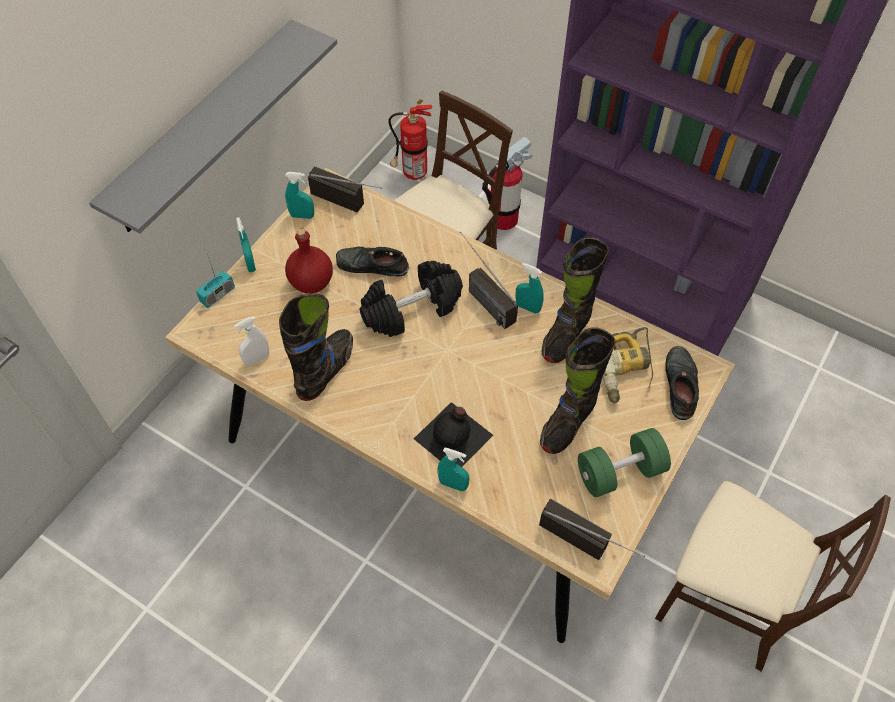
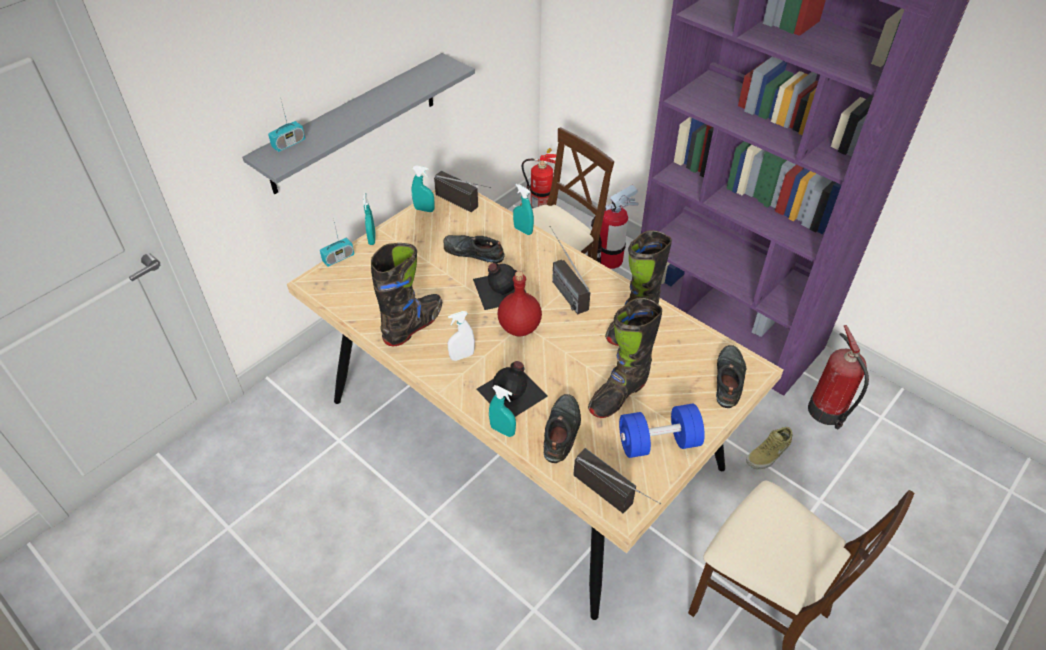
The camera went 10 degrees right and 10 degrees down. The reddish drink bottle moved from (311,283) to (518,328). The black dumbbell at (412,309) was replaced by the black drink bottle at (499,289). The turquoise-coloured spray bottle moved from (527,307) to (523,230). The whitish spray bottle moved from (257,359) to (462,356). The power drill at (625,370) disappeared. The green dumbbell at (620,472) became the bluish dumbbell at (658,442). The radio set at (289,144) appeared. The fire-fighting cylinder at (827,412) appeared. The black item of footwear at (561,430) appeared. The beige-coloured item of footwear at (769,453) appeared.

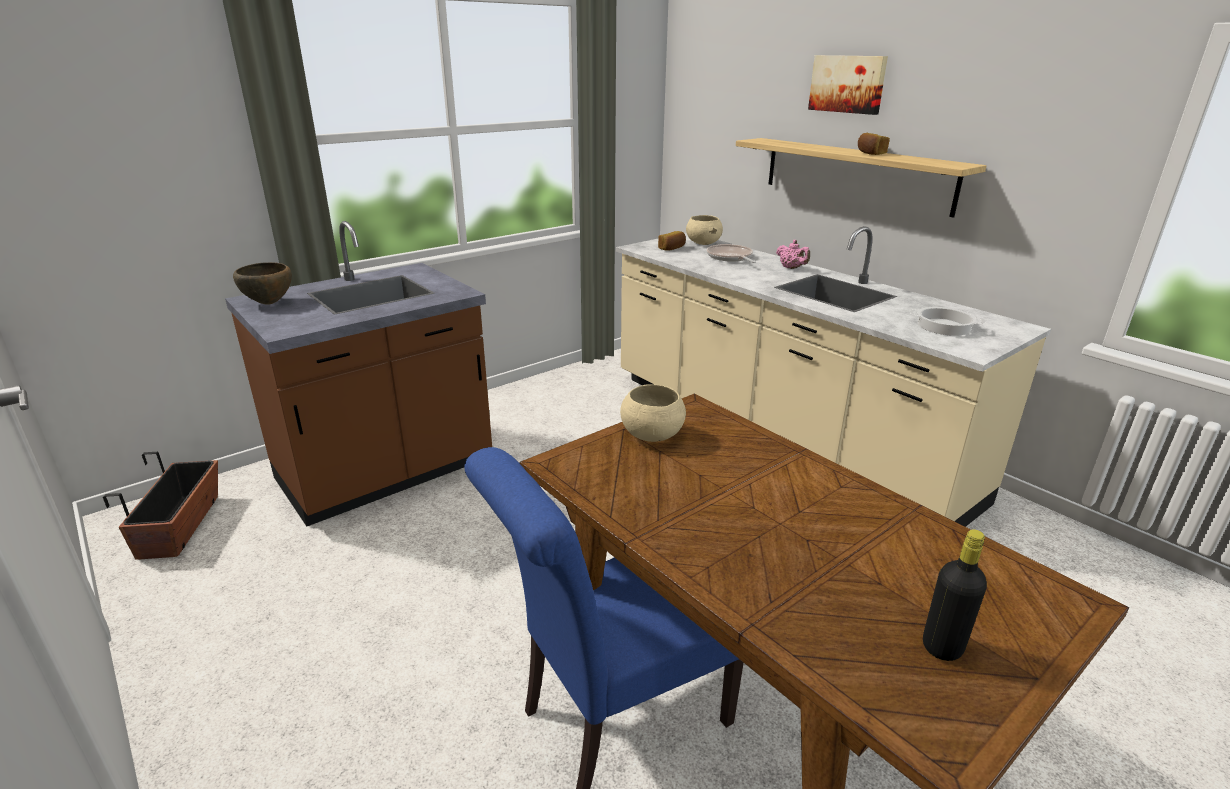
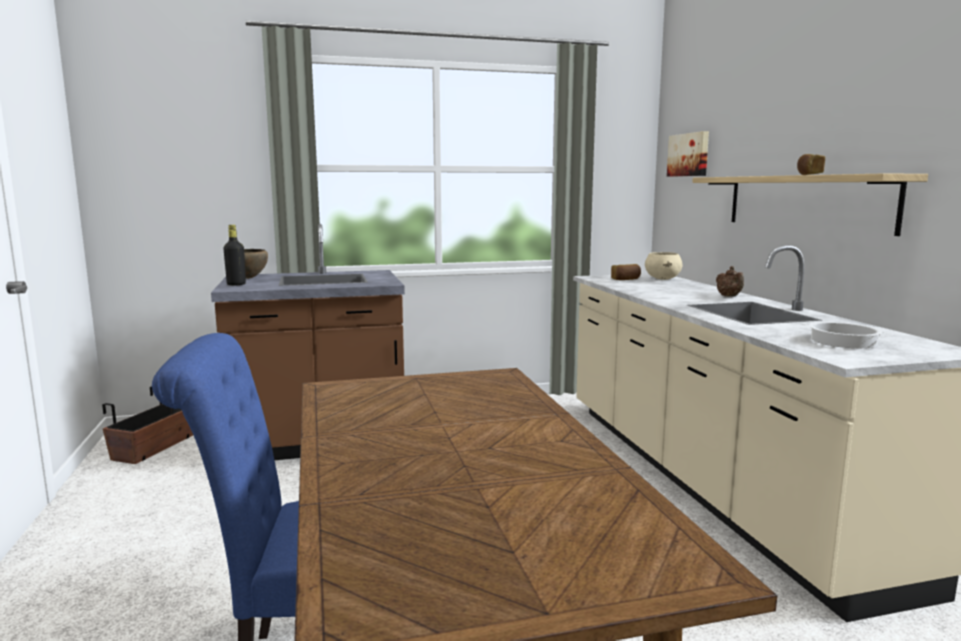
The camera went 25 degrees right and 15 degrees down. The wall art moved from (848,84) to (689,155). The pink-coloured tea pot at (791,268) became the brown tea pot at (729,296). The skillet at (730,258) disappeared. The beige-coloured serving bowl at (651,435) disappeared. The black drink bottle moved from (942,647) to (236,284).

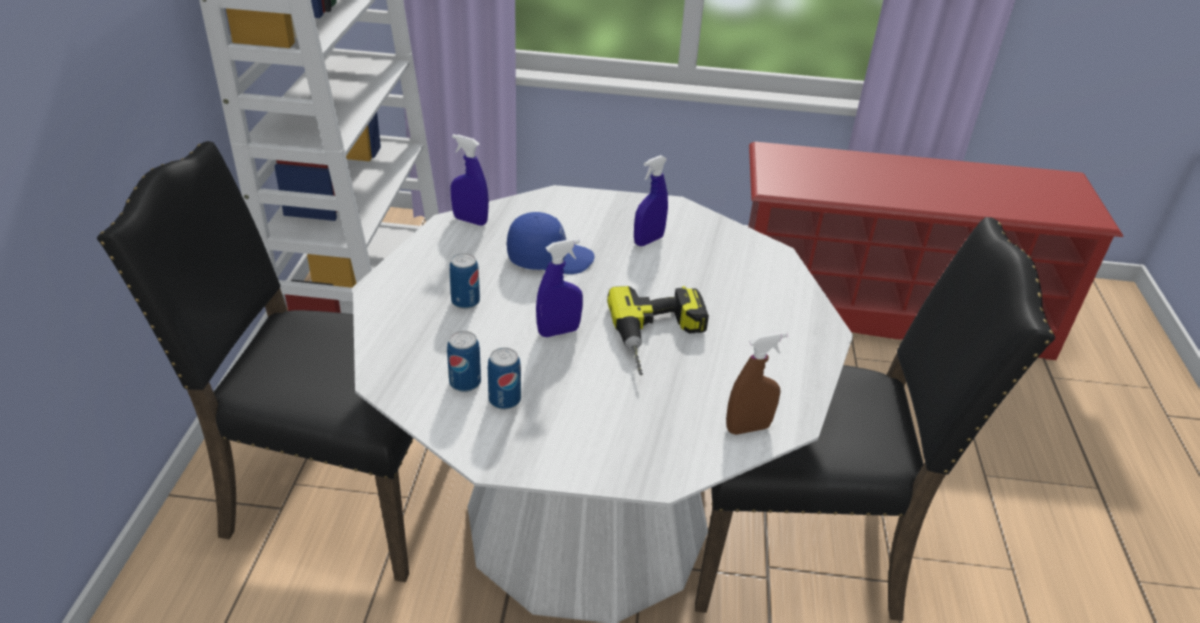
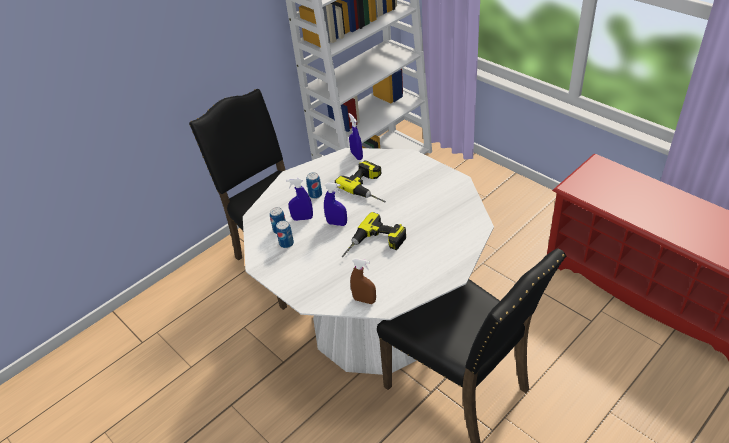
The camera went 45 degrees right and 5 degrees up. The bluish spray bottle moved from (648,240) to (302,218). The bluish cap at (550,258) was replaced by the power drill at (370,187).

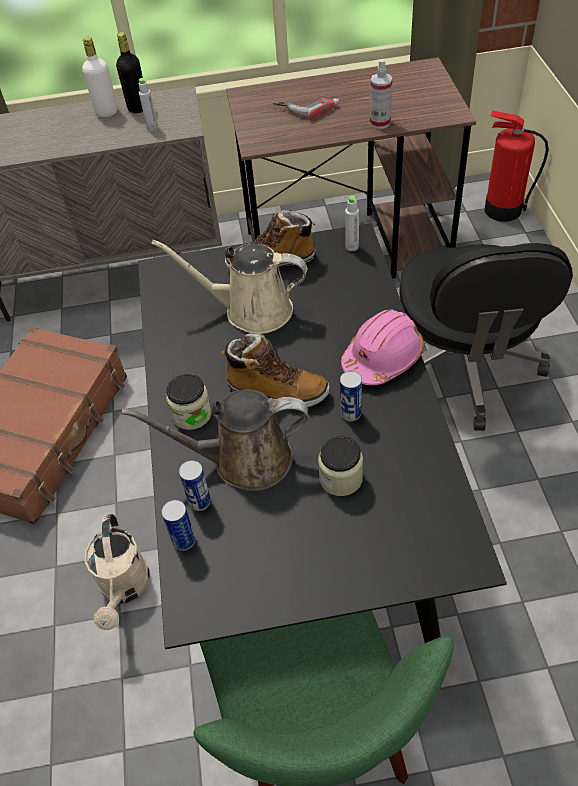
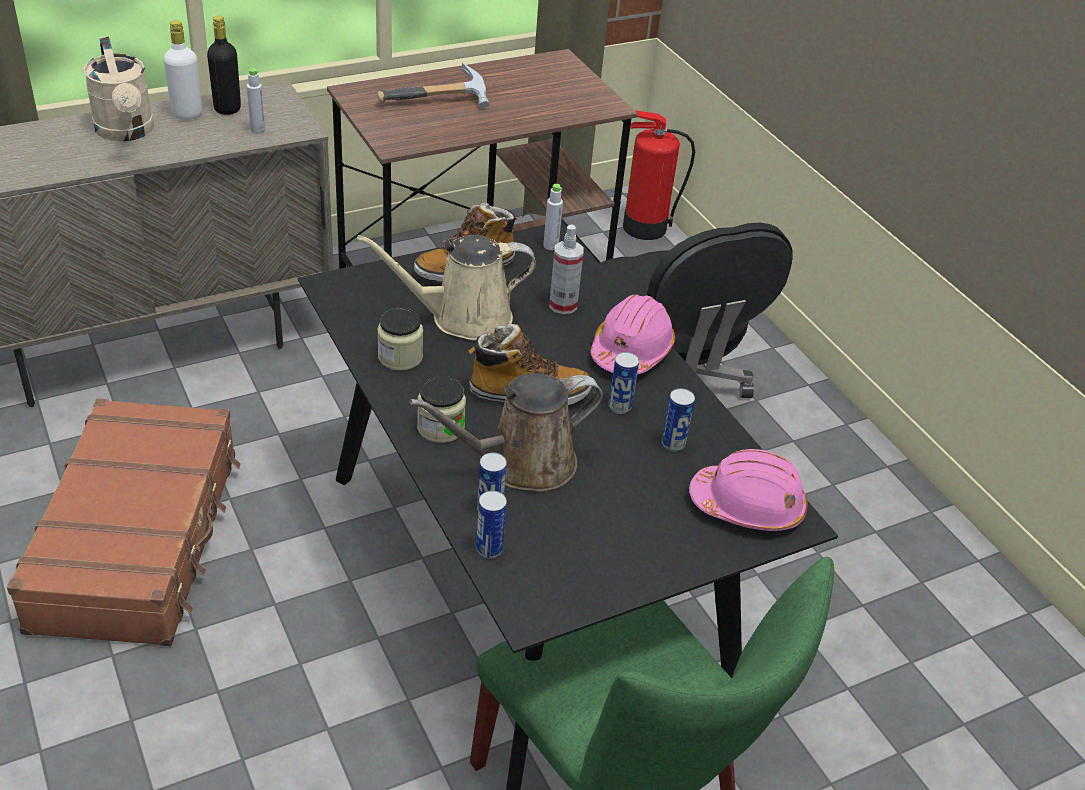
The camera went 25 degrees left and 10 degrees down. The spray bottle moved from (380,123) to (563,305). The power drill at (307,106) was replaced by the tool hammer at (437,103). The jar moved from (341,478) to (400,357). The beige-coloured sprinkling can moved from (124,589) to (126,132). The metal can at (673,444) appeared. The pink-coloured hard hat at (748,506) appeared.

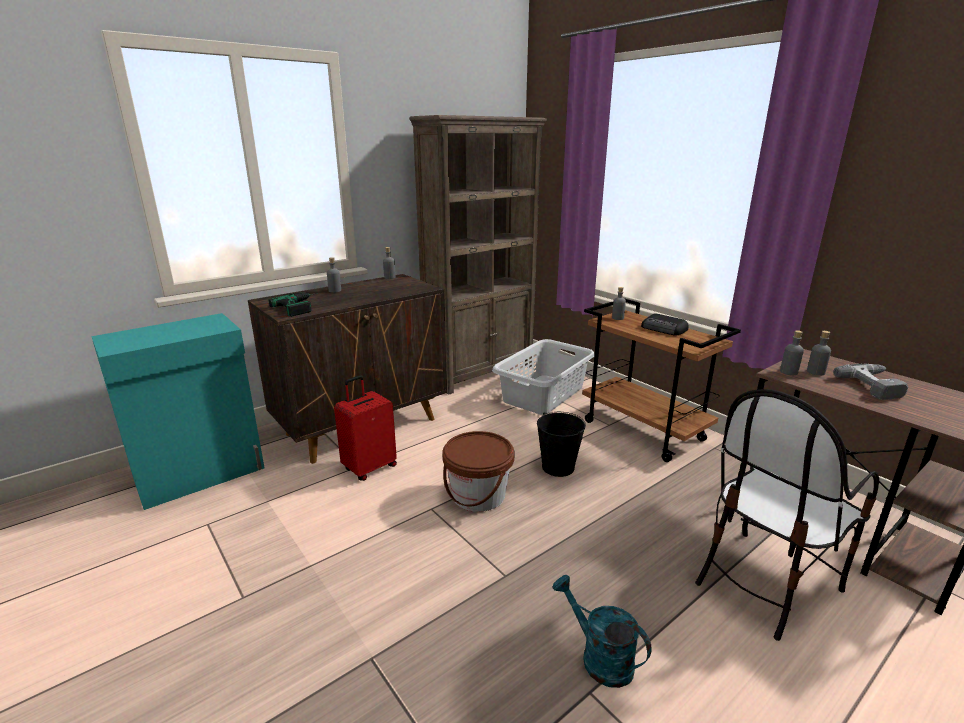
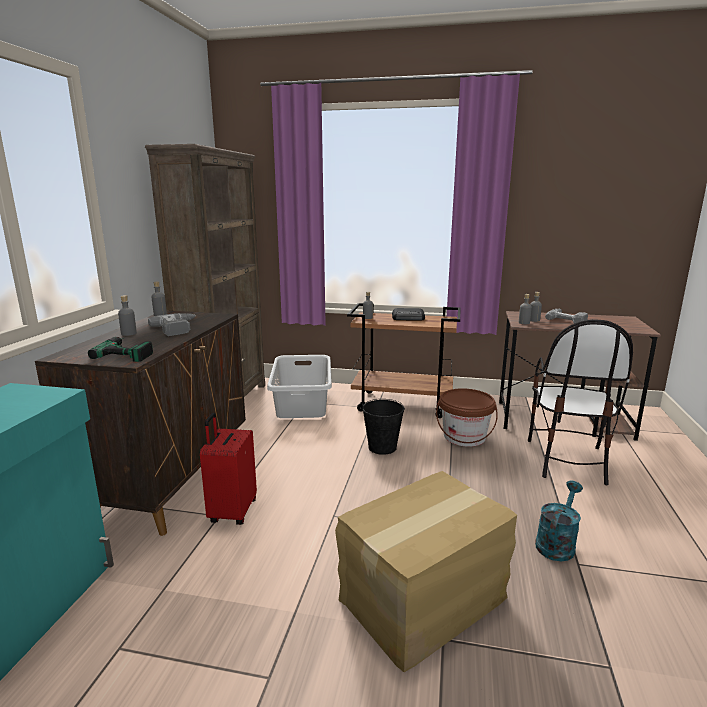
The camera went 40 degrees left and 5 degrees down. The brown bucket moved from (478,495) to (464,437). The turquoise-coloured sprinkling can at (599,657) turned 120 degrees clockwise. The power drill at (179,328) appeared. The cardboard box at (424,600) appeared.

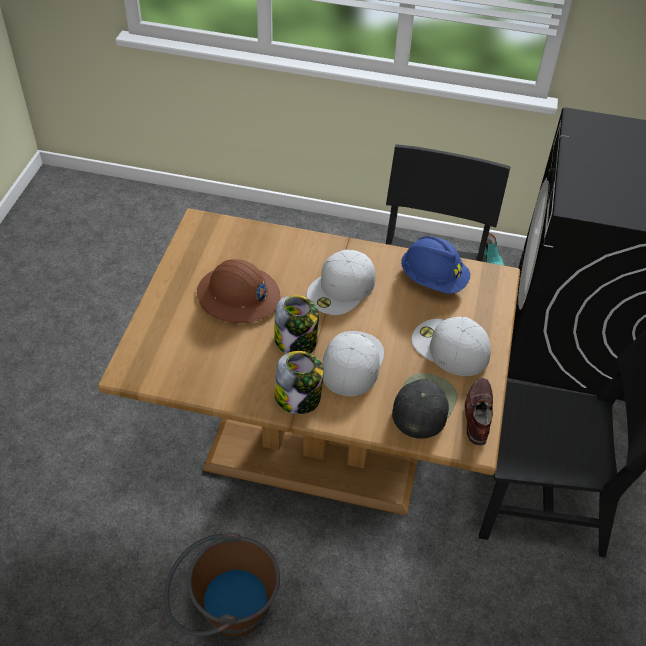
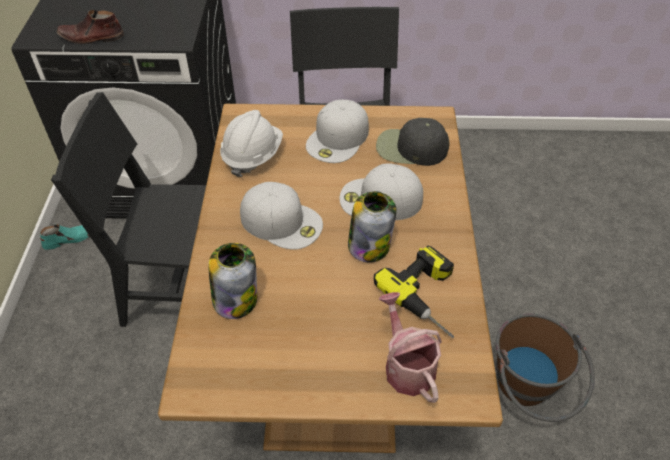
The camera went 100 degrees left and 0 degrees up. The bluish hard hat at (433,279) became the whitish hard hat at (252,155). The brown hard hat at (238,296) disappeared. The jar moved from (298,398) to (235,298). The brown item of footwear moved from (478,414) to (91,37). The power drill at (431,296) appeared. The sprinkling can at (406,365) appeared.

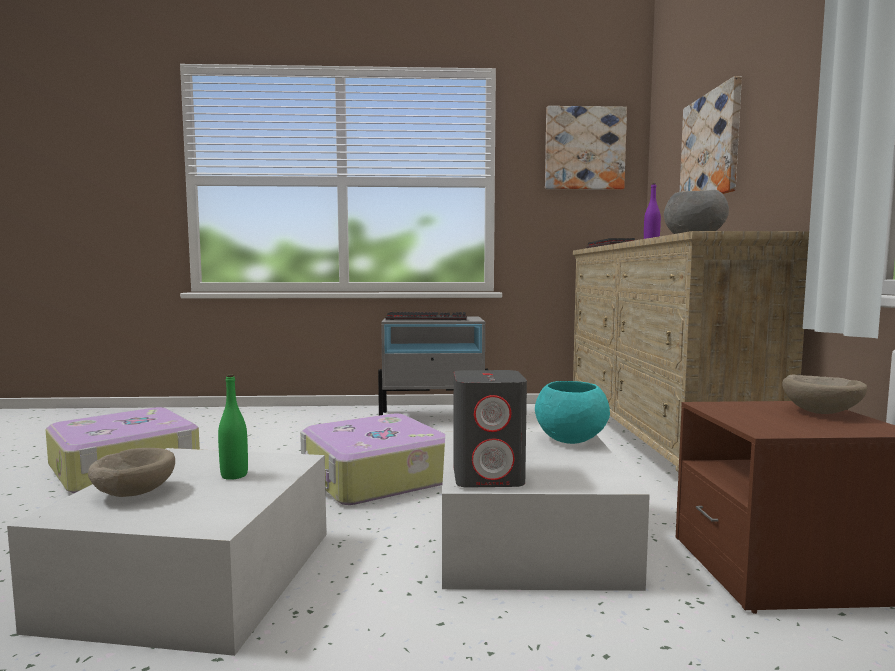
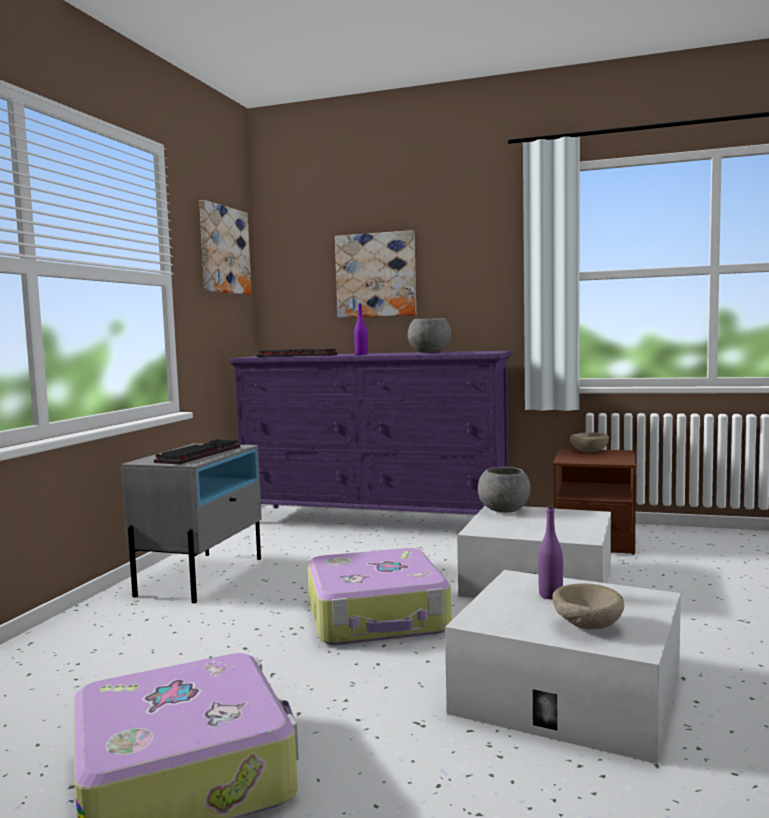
The camera went 70 degrees left and 0 degrees up. The beige-coloured drawer chest at (653,440) became the purplish drawer chest at (375,521). The greyish audio speaker at (489,476) disappeared. The green drink bottle at (234,475) became the purplish drink bottle at (550,595). The turquoise-coloured serving bowl at (571,440) became the greyish serving bowl at (504,510).

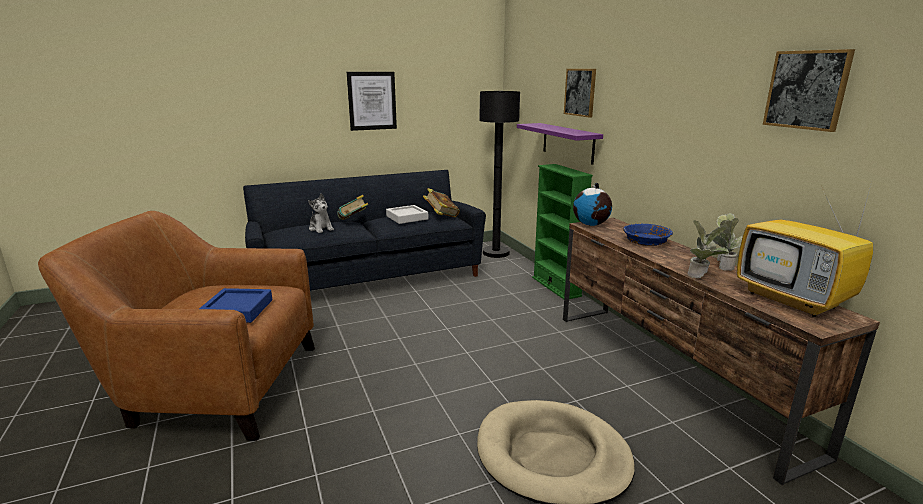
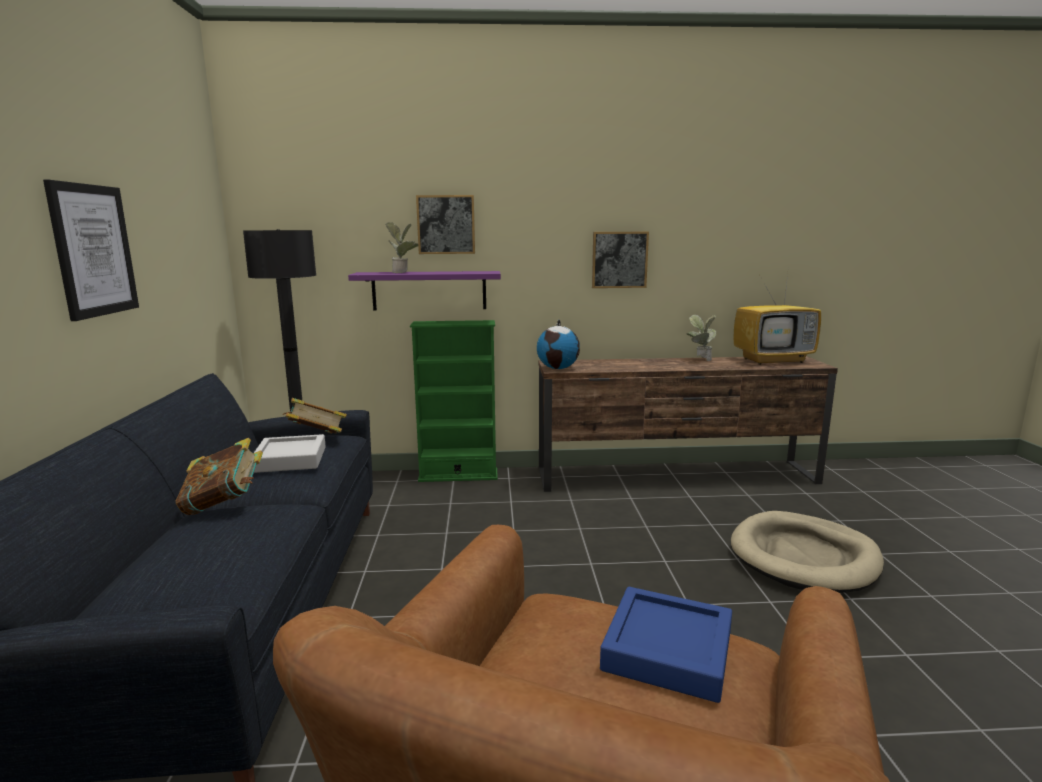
The camera went 70 degrees left and 5 degrees down. The wall art moved from (806,90) to (619,259). The plush toy at (321,229) disappeared. The plant in a pot moved from (701,276) to (403,272). The bluish serving bowl at (646,242) disappeared.

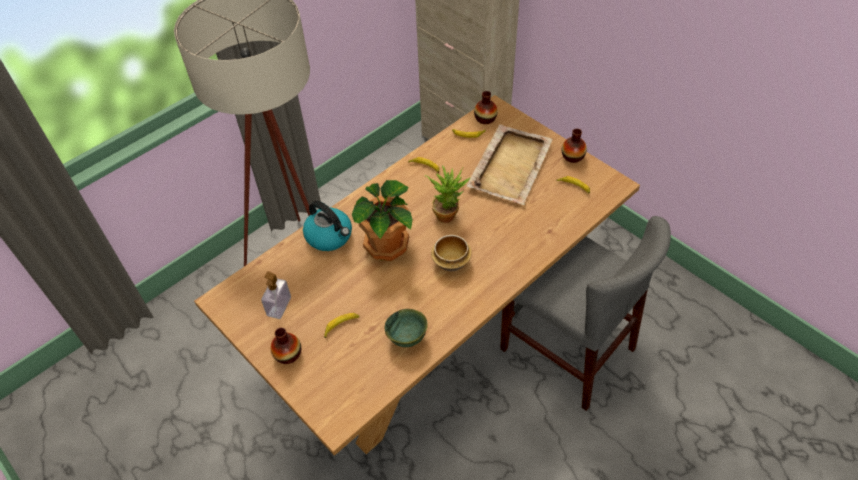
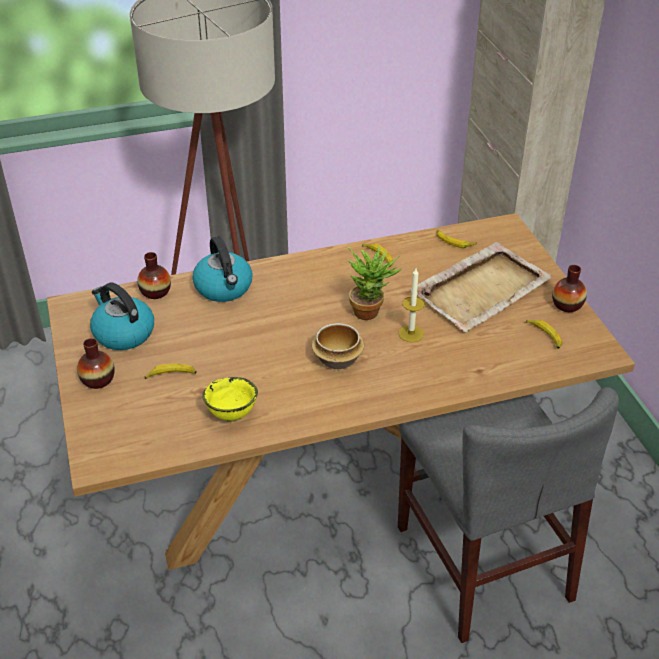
The camera went 25 degrees right and 10 degrees down. The vase moved from (485,119) to (155,292). The plant in a pot at (388,245) disappeared. The soap dispenser at (279,306) was replaced by the water kettle at (123,333). The green serving bowl at (407,339) became the yellow-coloured serving bowl at (231,415). The wax light at (411,333) appeared.

